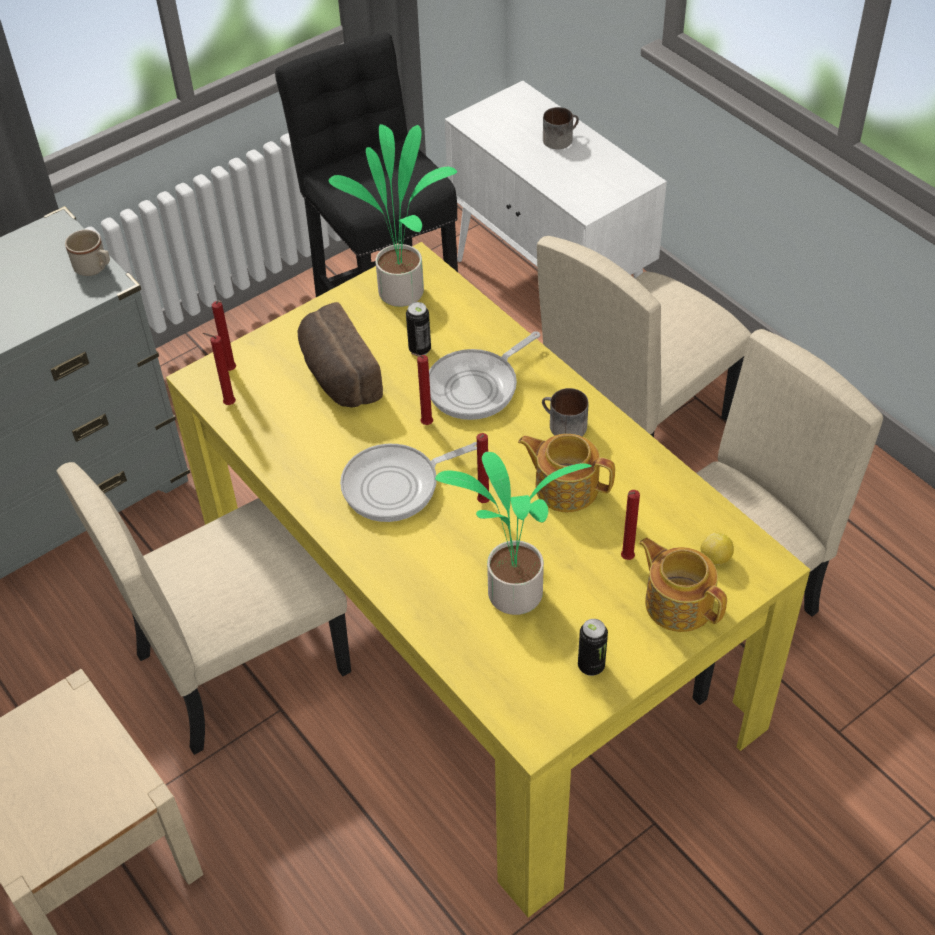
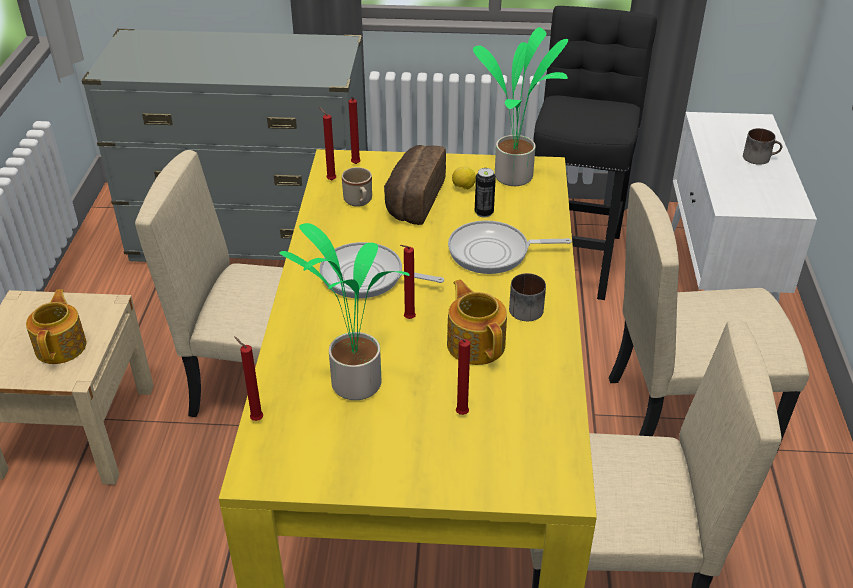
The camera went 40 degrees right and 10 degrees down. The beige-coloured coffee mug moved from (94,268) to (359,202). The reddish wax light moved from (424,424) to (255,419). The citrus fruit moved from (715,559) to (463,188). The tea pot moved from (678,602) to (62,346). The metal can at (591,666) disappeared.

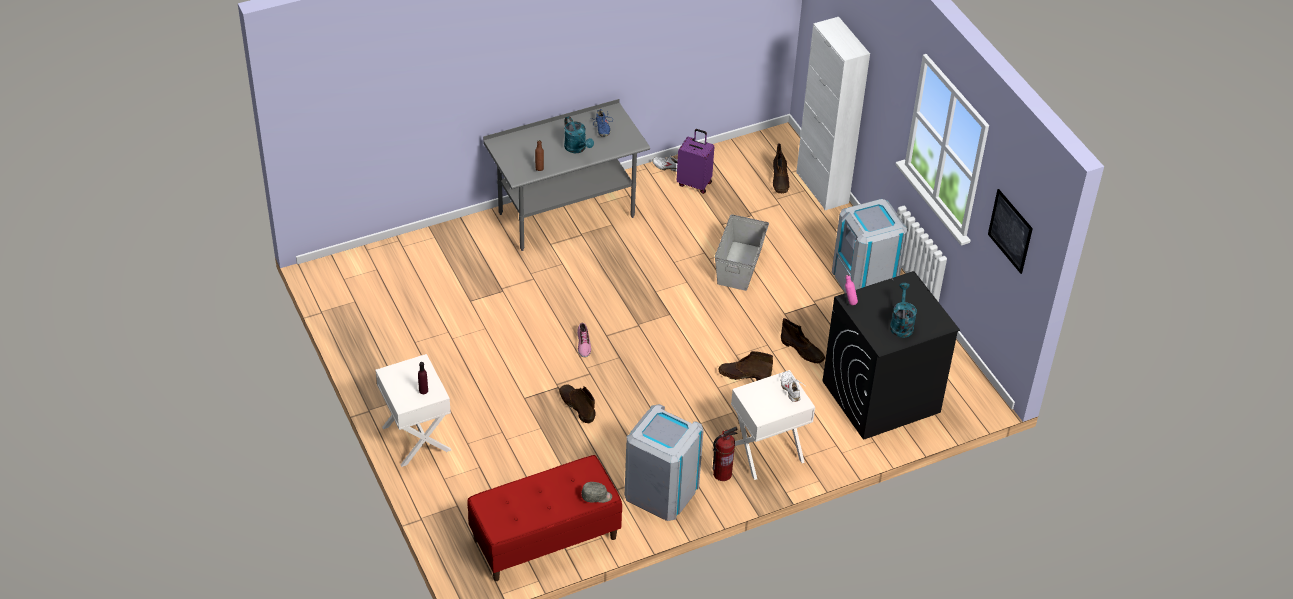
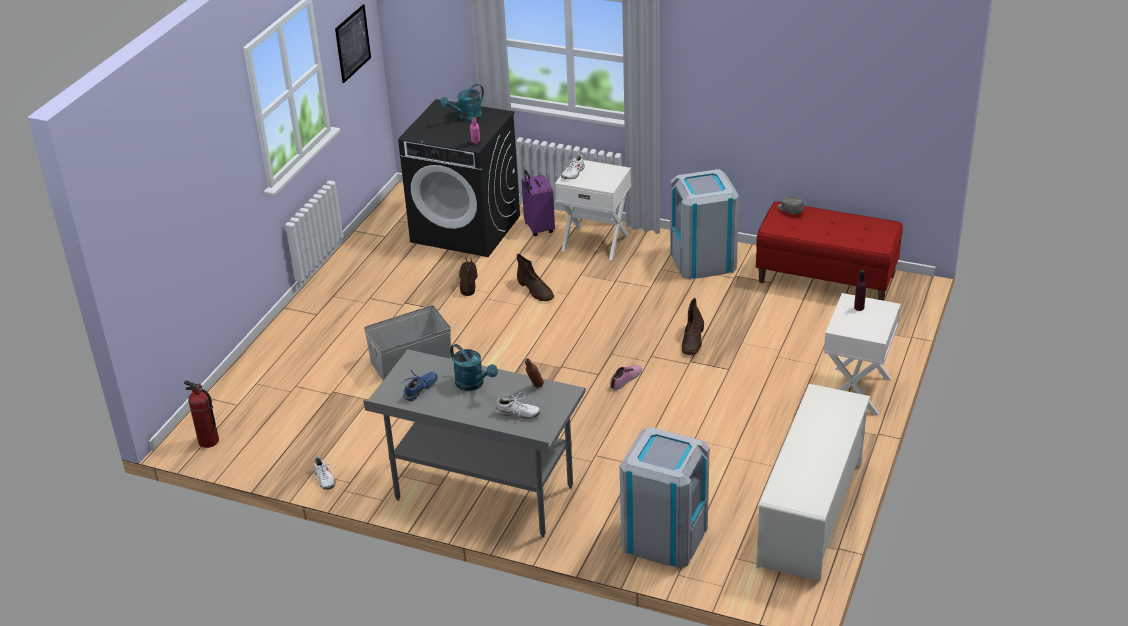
The camera went 130 degrees left and 10 degrees down. The whitish cabinet at (822,187) disappeared. The turquoise-coloured sprinkling can at (577,148) turned 120 degrees clockwise. The purplish travel case moved from (694,183) to (538,228). The brown tall boot at (780,180) disappeared. The greyish waste bin moved from (864,279) to (664,537). The fire-fighting cylinder moved from (722,473) to (208,441). The whitish shoe rack at (811,513) appeared. The whitish item of footwear at (518,414) appeared.

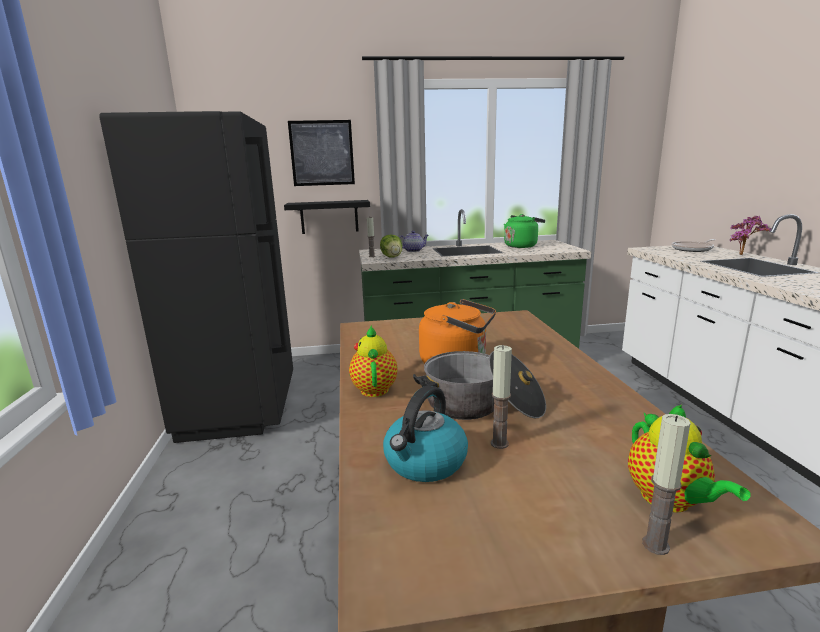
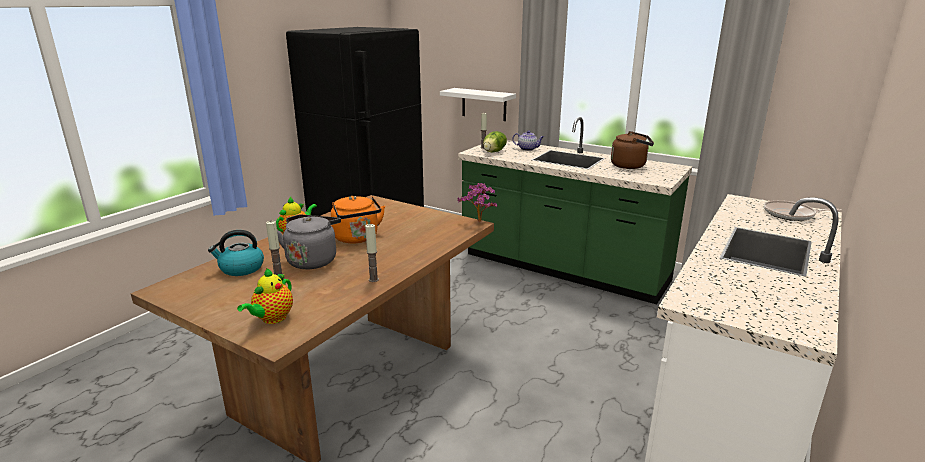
The camera went 40 degrees right and 5 degrees up. The wall art at (322,153) disappeared. The black wall shelf at (329,217) became the whitish wall shelf at (484,104). The green water kettle at (521,246) became the brown water kettle at (630,166). The plant in a pot moved from (743,255) to (478,223). The cooking pot at (482,406) was replaced by the greyish water kettle at (313,260). The wax light moved from (655,545) to (373,279).

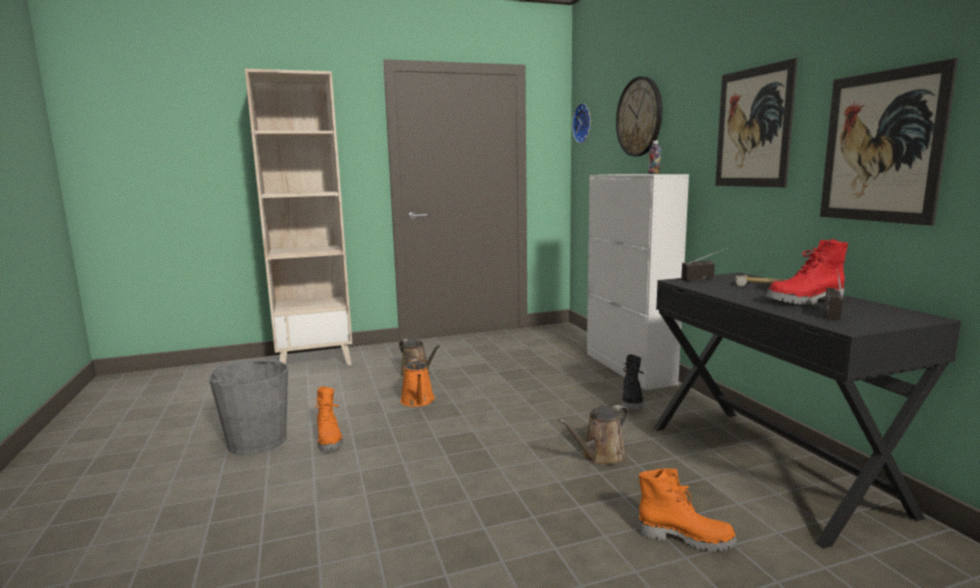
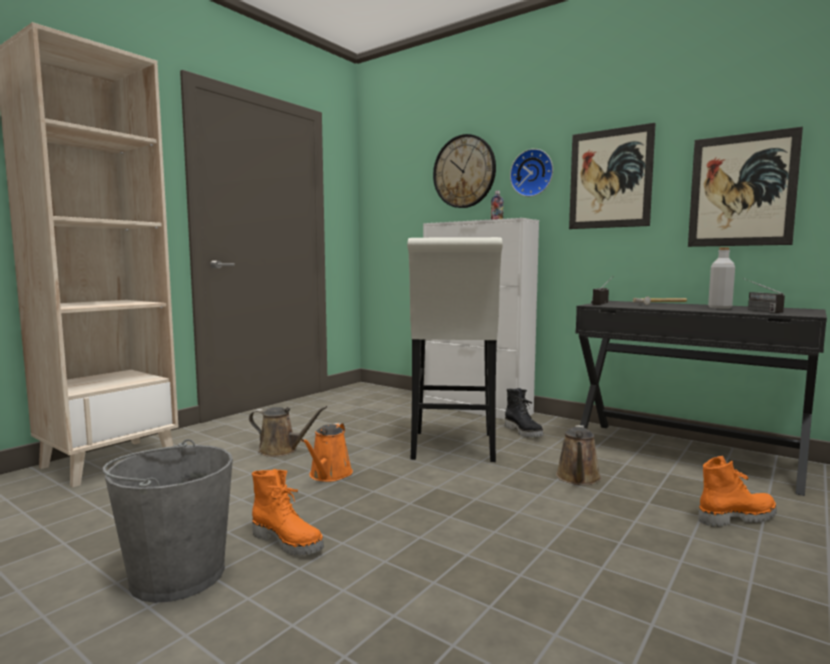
The camera went 35 degrees left and 5 degrees down. The hanging clock moved from (584,123) to (532,173). The reddish tall boot at (805,301) was replaced by the greyish drink bottle at (719,308). The orange-coloured sprinkling can at (418,401) turned 60 degrees clockwise. The whitish stool at (453,449) appeared.

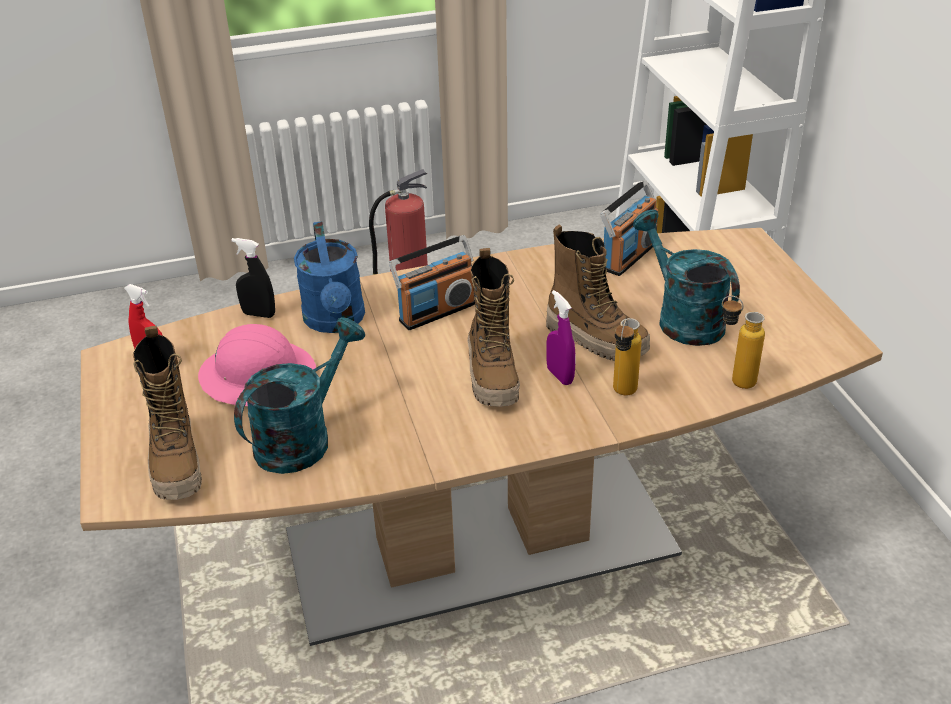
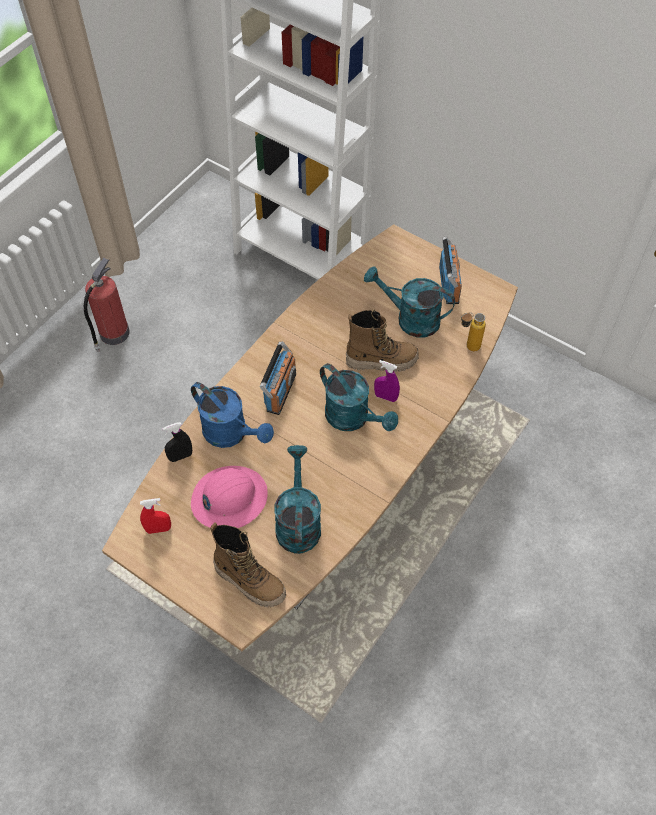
The camera went 40 degrees left and 20 degrees up. The radio set moved from (628,256) to (449,285). The tall boot at (493,376) was replaced by the turquoise-coloured sprinkling can at (353,418). The drink bottle at (622,395) disappeared.

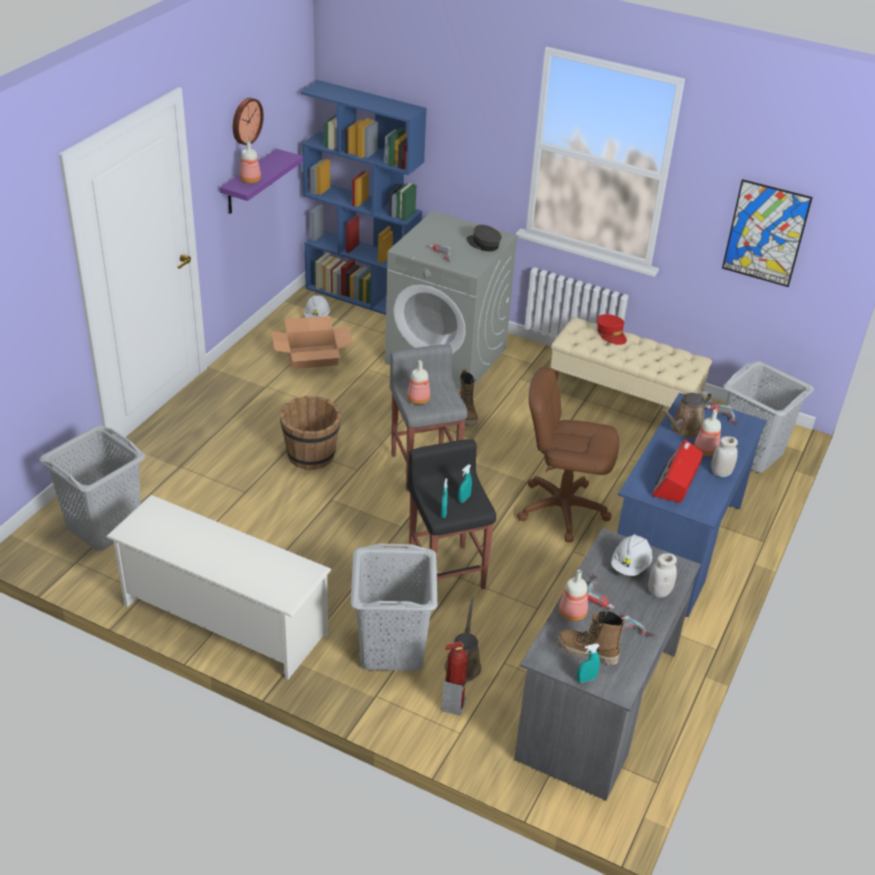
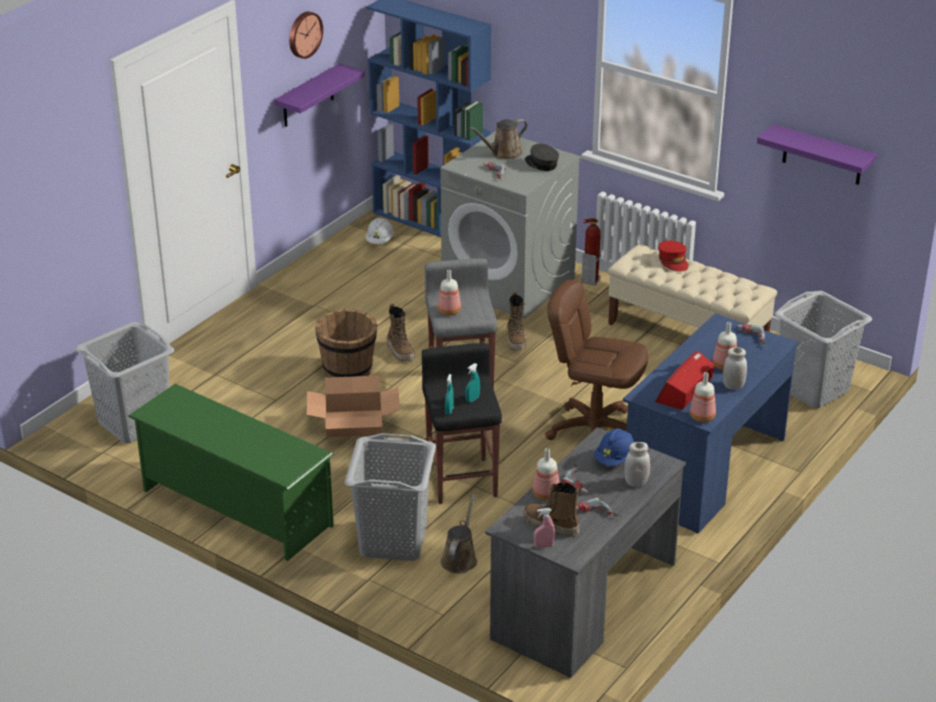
The camera went 10 degrees right and 5 degrees down. The drink bottle moved from (251,180) to (703,417). The wall art at (765,233) was replaced by the purplish wall shelf at (822,155). The cardboard box moved from (312,356) to (354,423). The brown sprinkling can moved from (684,429) to (503,153). The whitish shoe rack at (223,619) became the green shoe rack at (235,508). The whitish hard hat at (630,565) became the bluish hard hat at (615,459). The fire-fighting cylinder moved from (452,705) to (590,280). The turquoise-coloured spray bottle at (586,679) became the pink-coloured spray bottle at (543,546). The tall boot at (400,352) appeared.

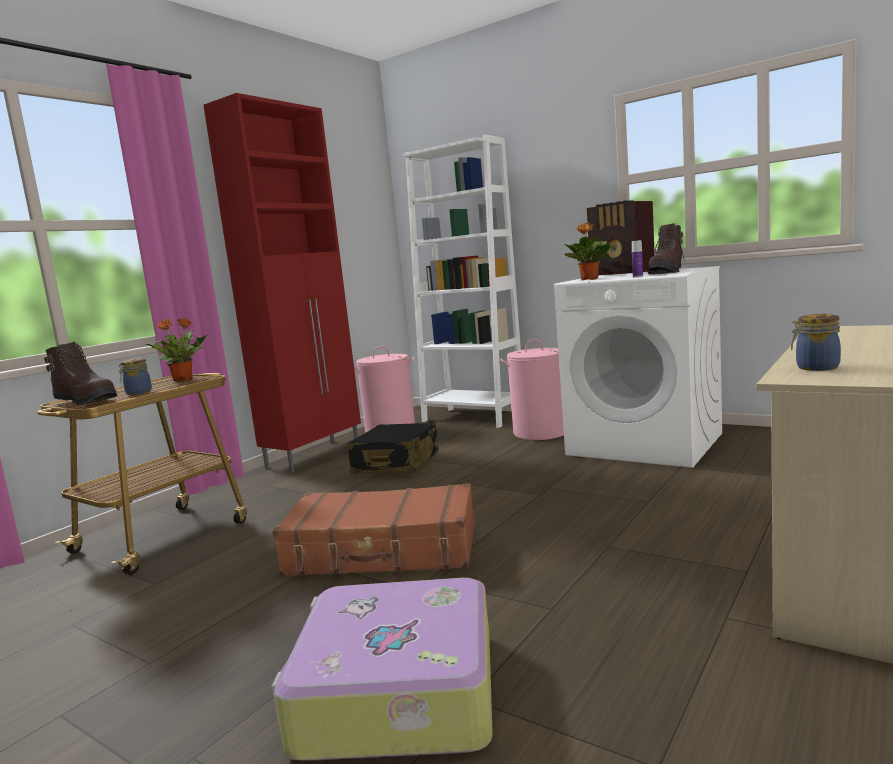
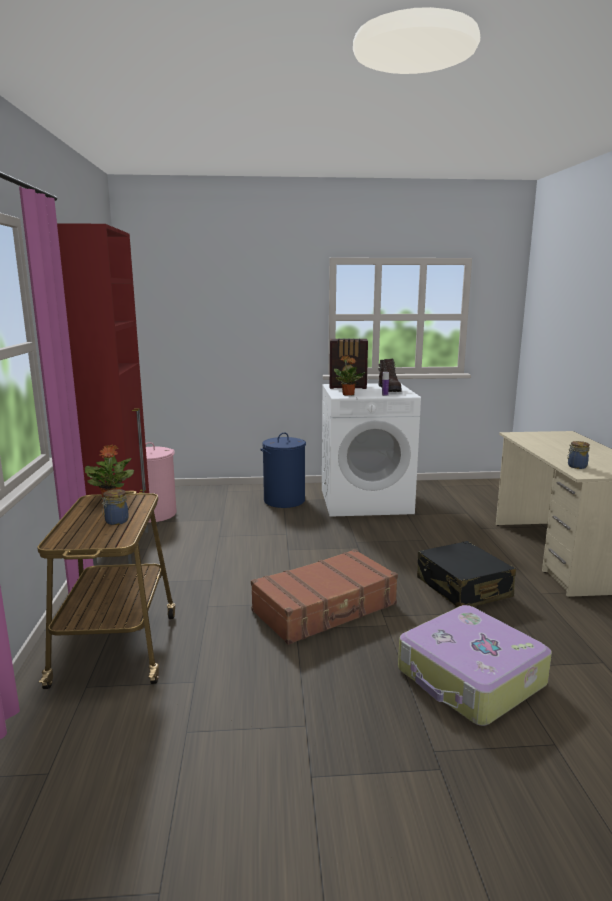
The camera went 40 degrees left and 5 degrees up. The whitish bookcase at (473,417) disappeared. The pink-coloured washing basket at (541,432) became the bluish washing basket at (284,500). The brown tall boot at (87,401) disappeared. The black travel case moved from (396,463) to (463,588).

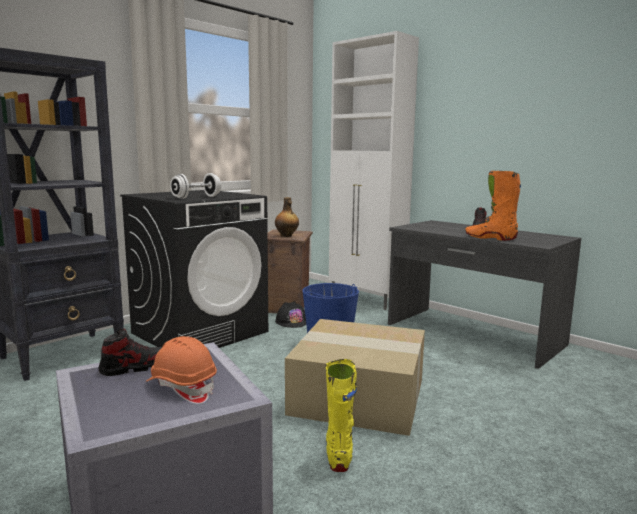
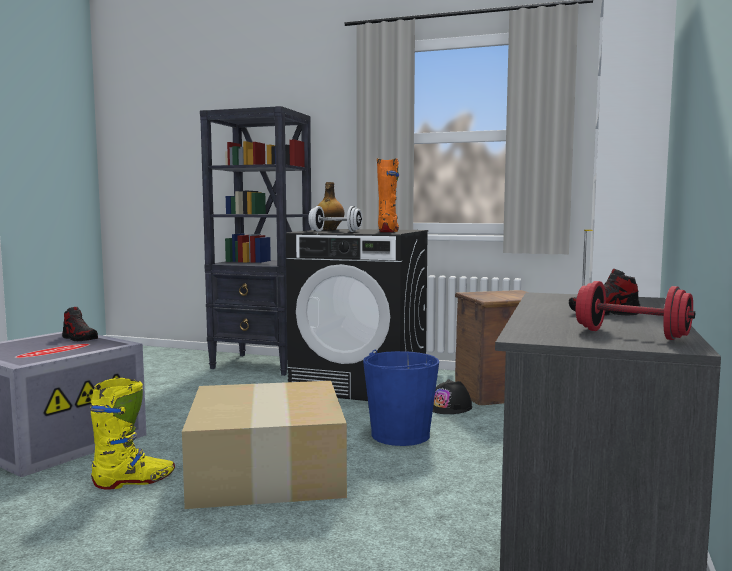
The camera went 65 degrees right and 5 degrees down. The orange-coloured tall boot moved from (490,238) to (388,231). The drink bottle moved from (286,236) to (329,229). The orange-coloured hard hat at (182,385) disappeared. The reddish dumbbell at (631,334) appeared.

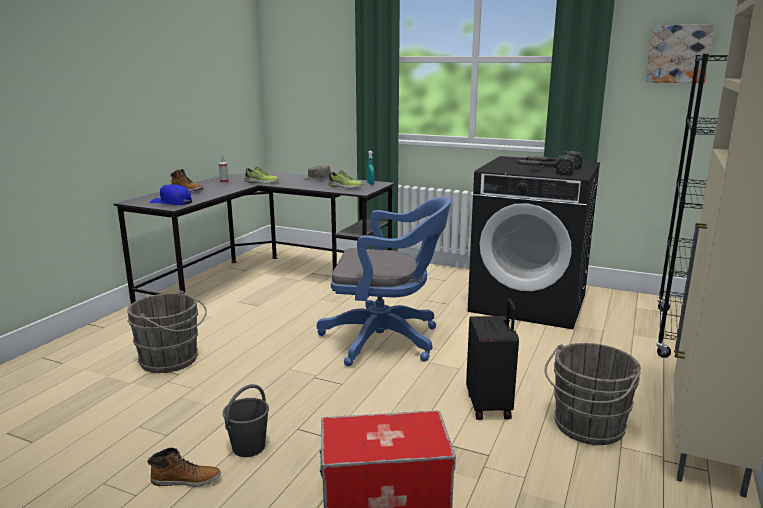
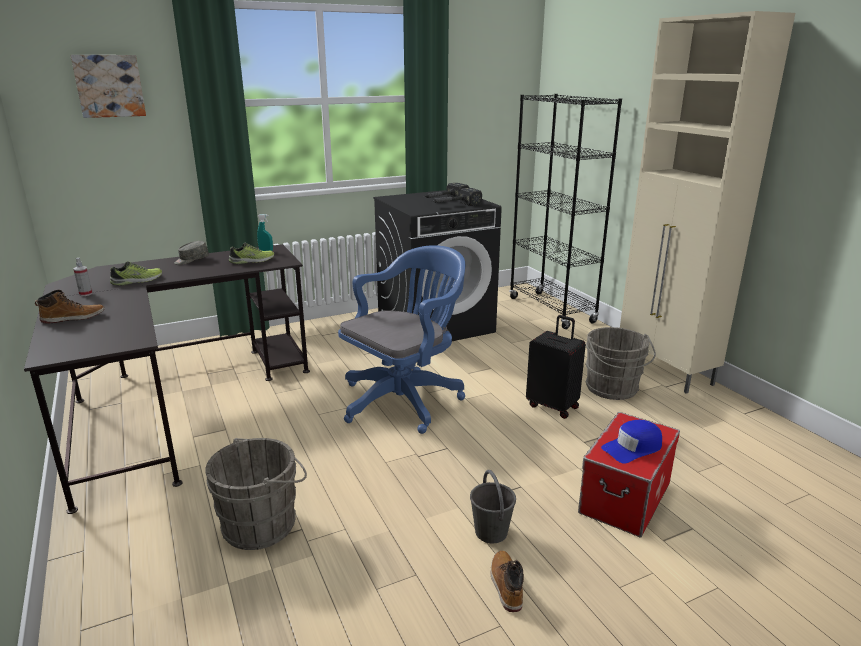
The camera went 50 degrees left and 5 degrees up. The wall art moved from (678,54) to (109,86). The bluish cap moved from (171,202) to (633,448). The tall boot at (186,480) turned 45 degrees counterclockwise.

